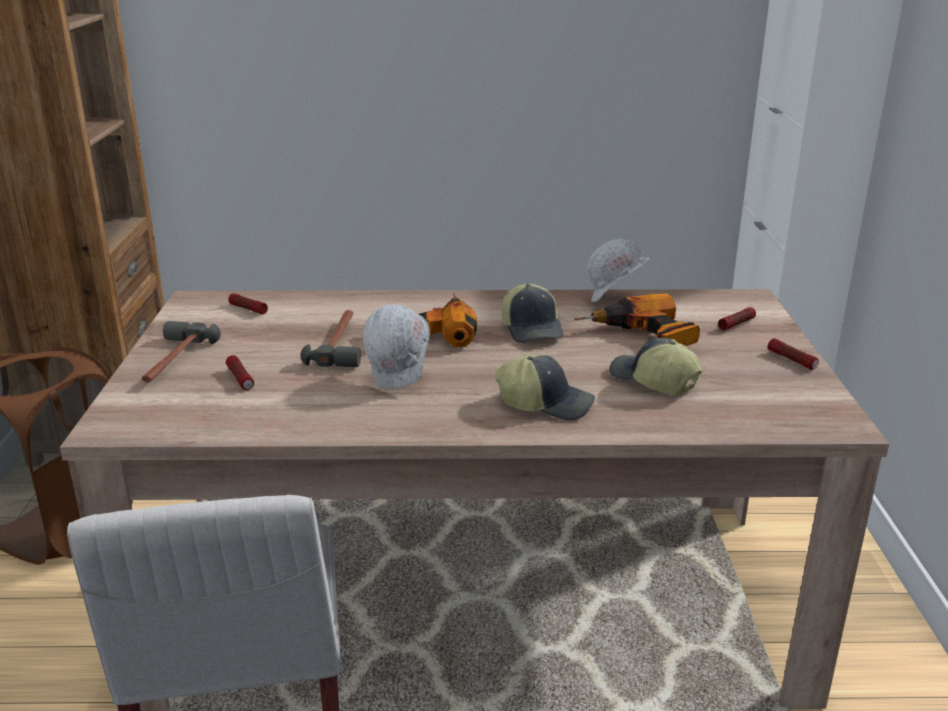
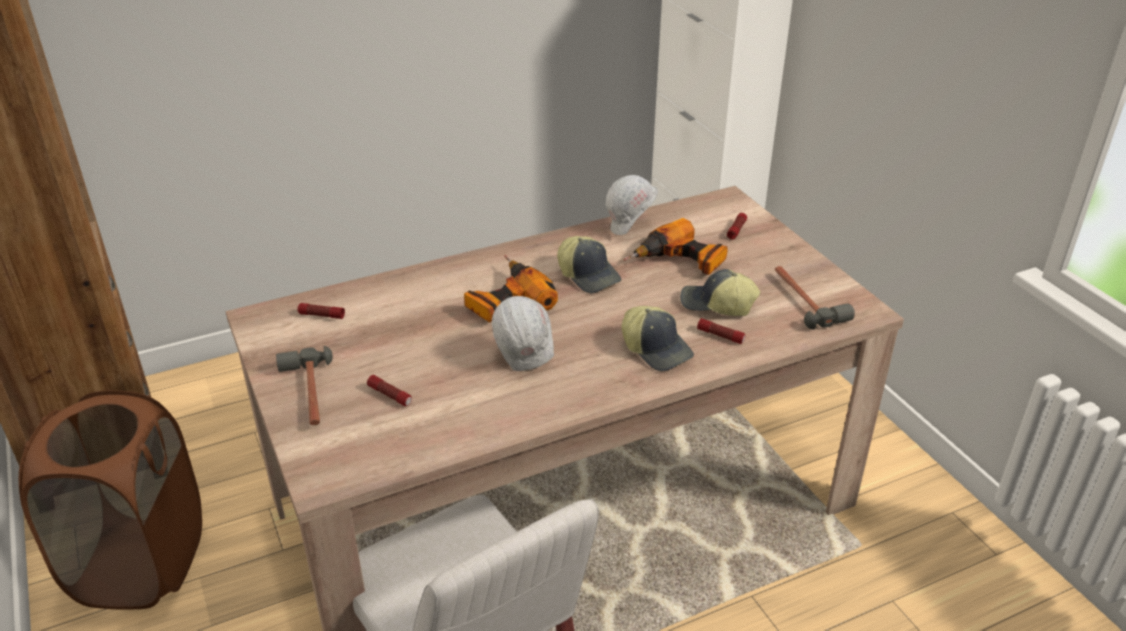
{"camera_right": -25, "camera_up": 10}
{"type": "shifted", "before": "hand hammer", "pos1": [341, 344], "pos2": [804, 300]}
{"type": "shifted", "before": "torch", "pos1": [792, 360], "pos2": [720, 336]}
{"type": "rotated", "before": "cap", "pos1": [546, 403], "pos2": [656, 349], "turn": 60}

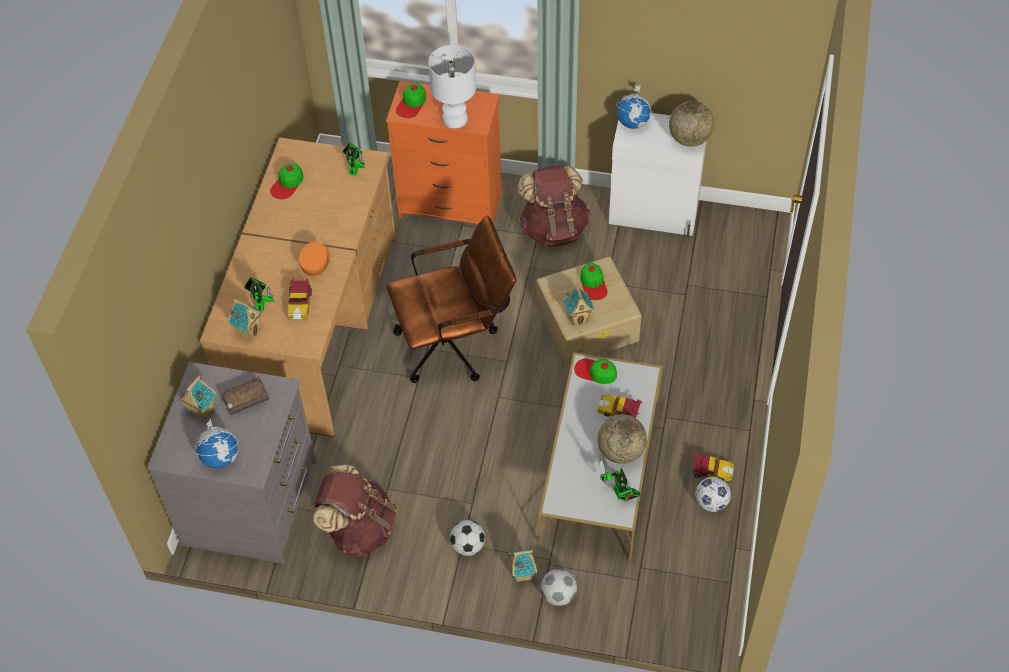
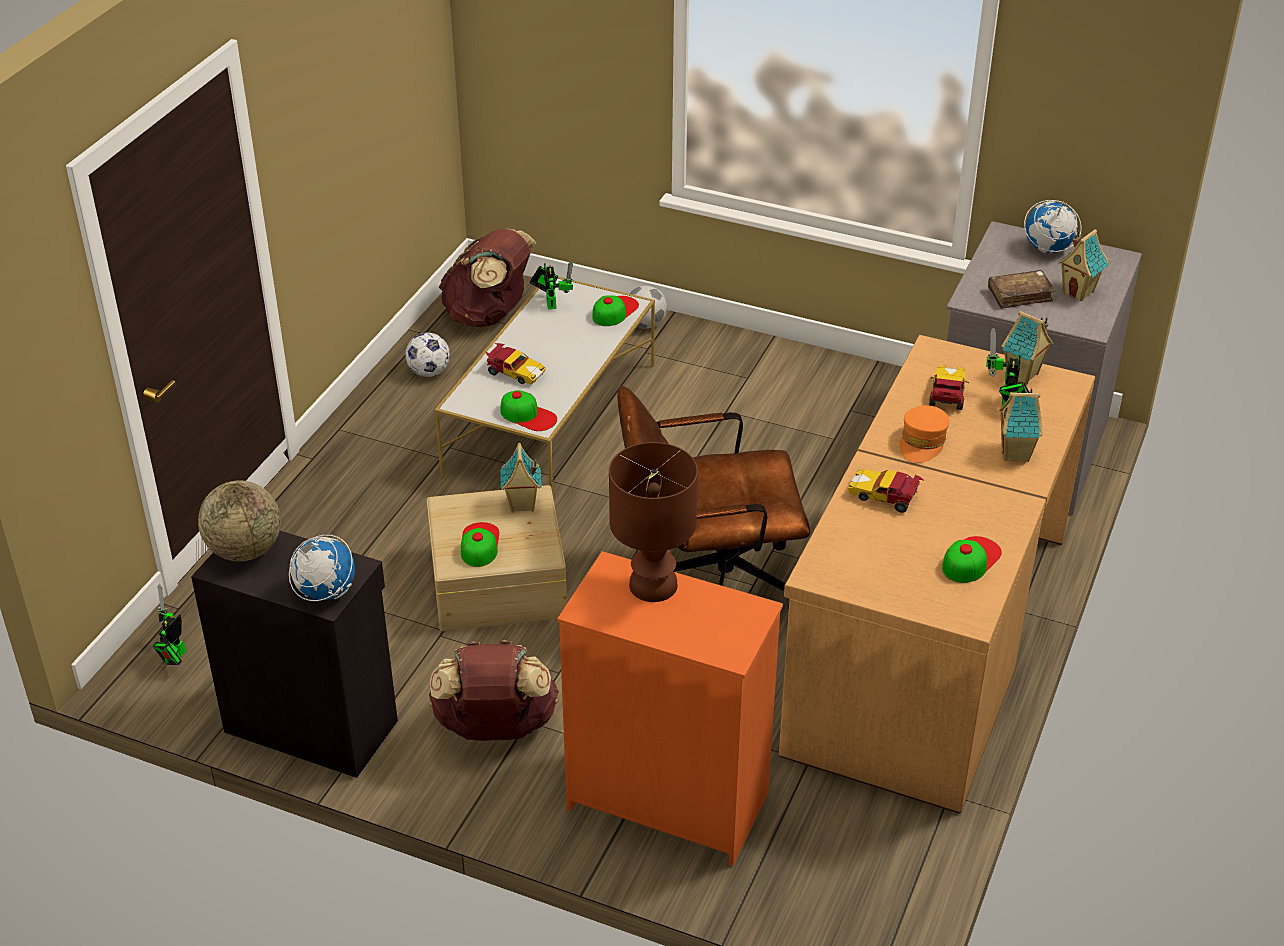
{"camera_right": -170, "camera_up": -15}
{"type": "gone", "before": "ball for football", "pos1": [468, 546]}
{"type": "gone", "before": "world globe", "pos1": [621, 451]}
{"type": "shifted", "before": "brown rucksack", "pos1": [359, 528], "pos2": [489, 315]}
{"type": "shifted", "before": "model robot", "pos1": [355, 168], "pos2": [174, 658]}
{"type": "shifted", "before": "cap", "pos1": [411, 103], "pos2": [614, 311]}
{"type": "shifted", "before": "miniature house", "pos1": [522, 573], "pos2": [1016, 453]}
{"type": "shifted", "before": "model car", "pos1": [710, 471], "pos2": [885, 496]}
{"type": "repainted", "before": "white table lamp", "after": "brown table lamp", "pos1": [455, 119], "pos2": [652, 585]}
{"type": "repainted", "before": "white cabinet", "after": "blackish cabinet", "pos1": [654, 214], "pos2": [311, 724]}

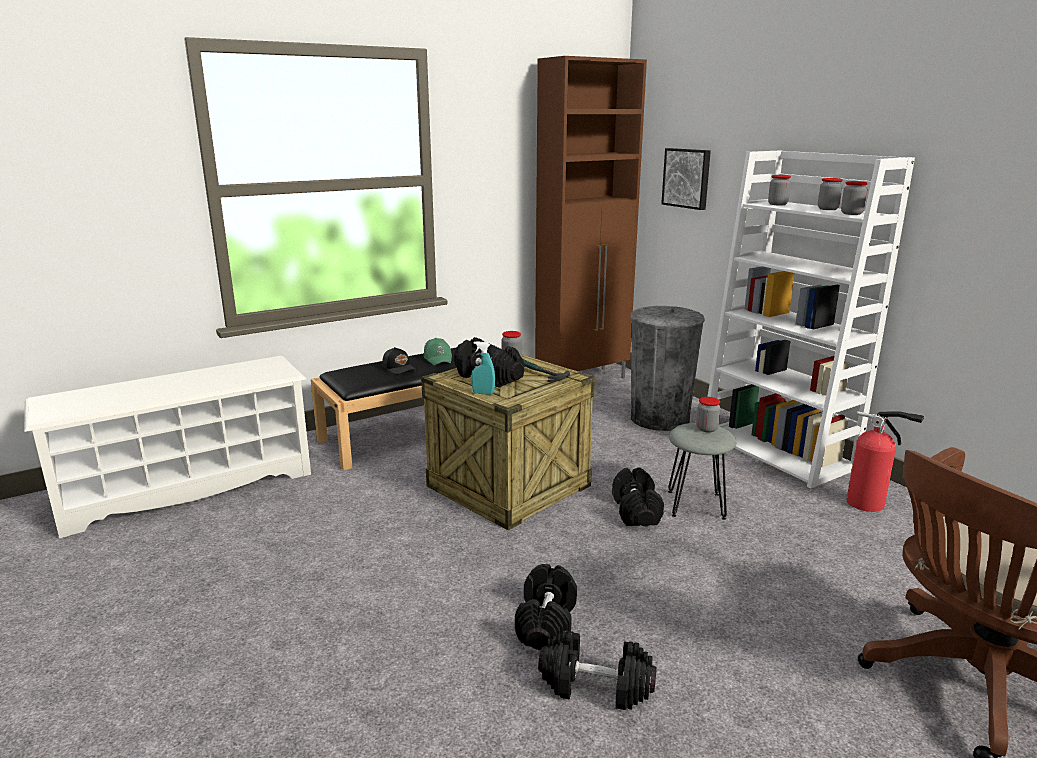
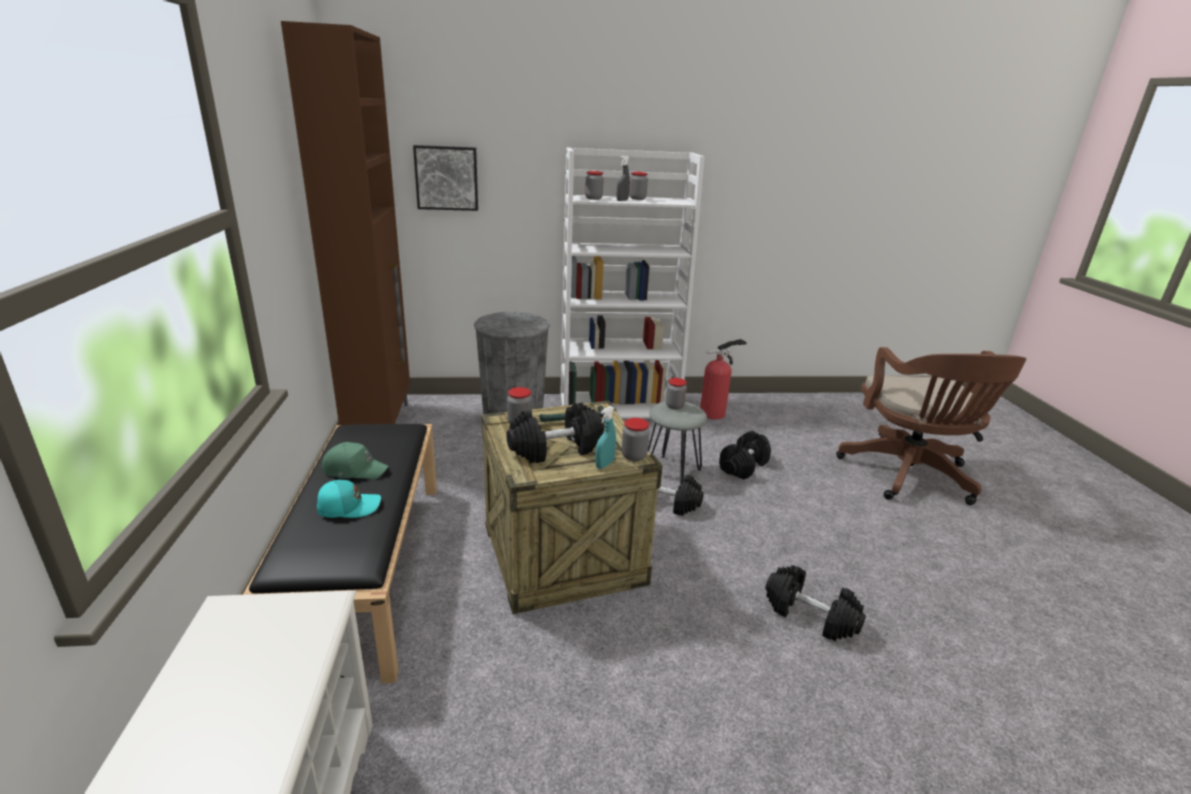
{"camera_right": -65, "camera_up": 5}
{"type": "new", "after": "gray spray bottle", "pos2": [622, 200]}
{"type": "shifted", "before": "blackish hand weight", "pos1": [595, 687], "pos2": [743, 466]}
{"type": "shifted", "before": "preserve jar", "pos1": [851, 213], "pos2": [634, 456]}
{"type": "repainted", "before": "blackish cap", "after": "blue-green cap", "pos1": [399, 368], "pos2": [348, 506]}

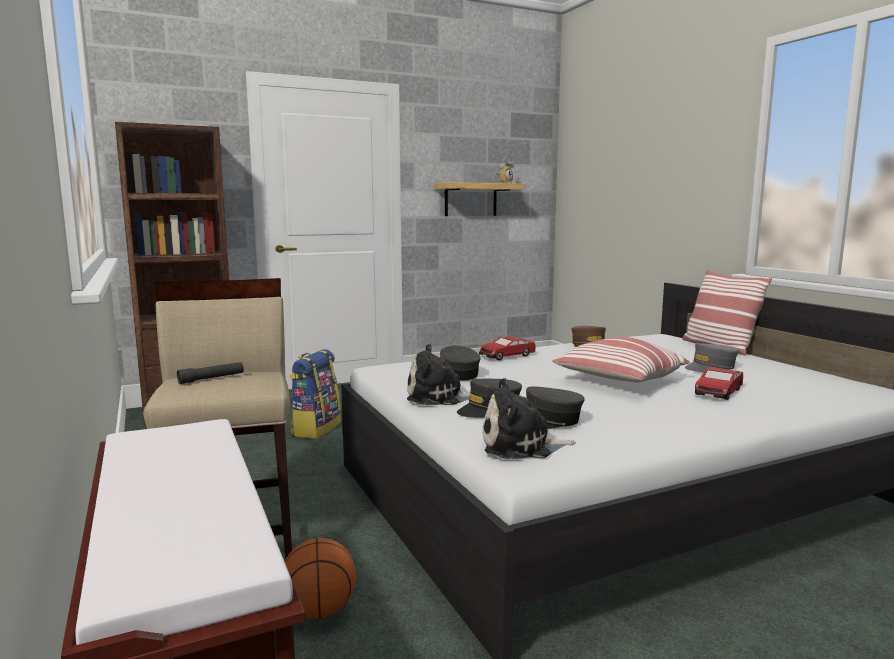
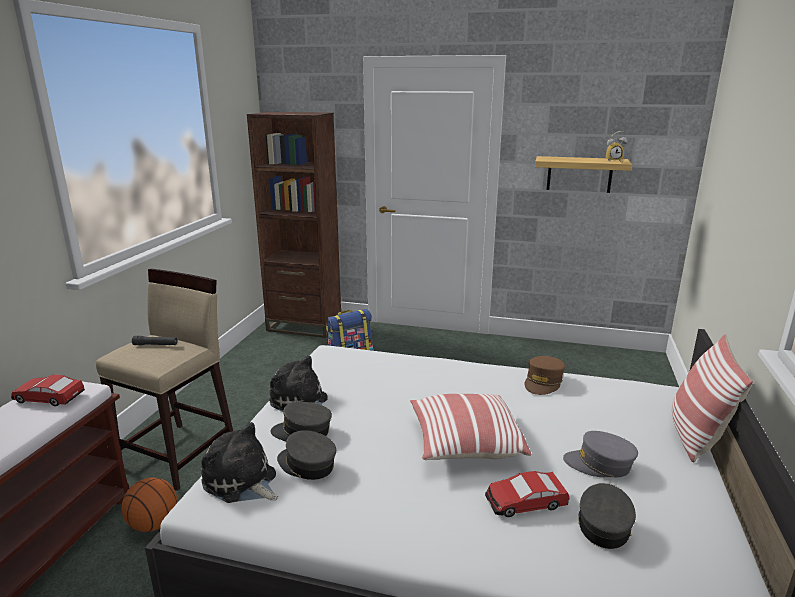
{"camera_right": 40, "camera_up": 10}
{"type": "shifted", "before": "gray cap", "pos1": [457, 374], "pos2": [603, 524]}
{"type": "shifted", "before": "model car", "pos1": [506, 355], "pos2": [48, 398]}

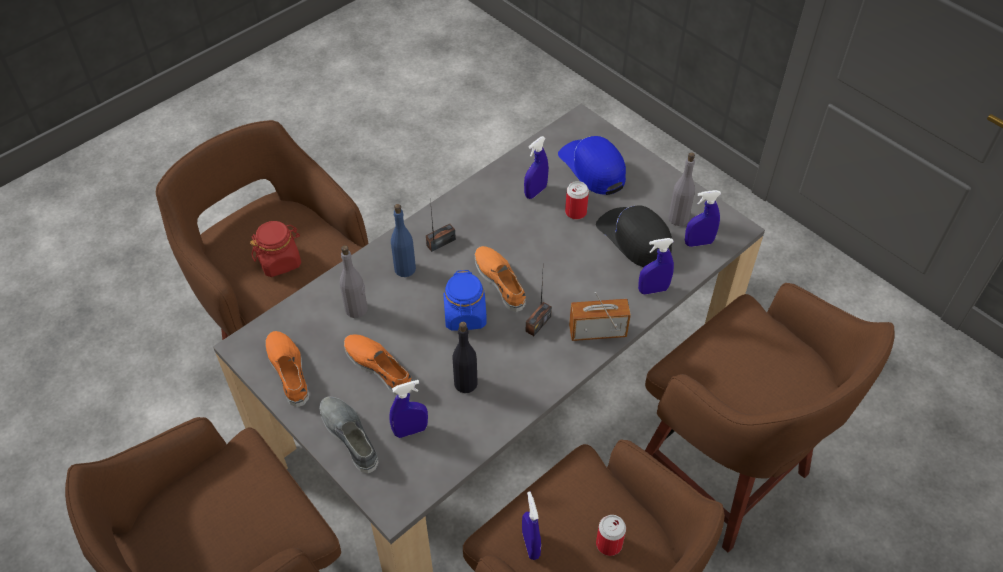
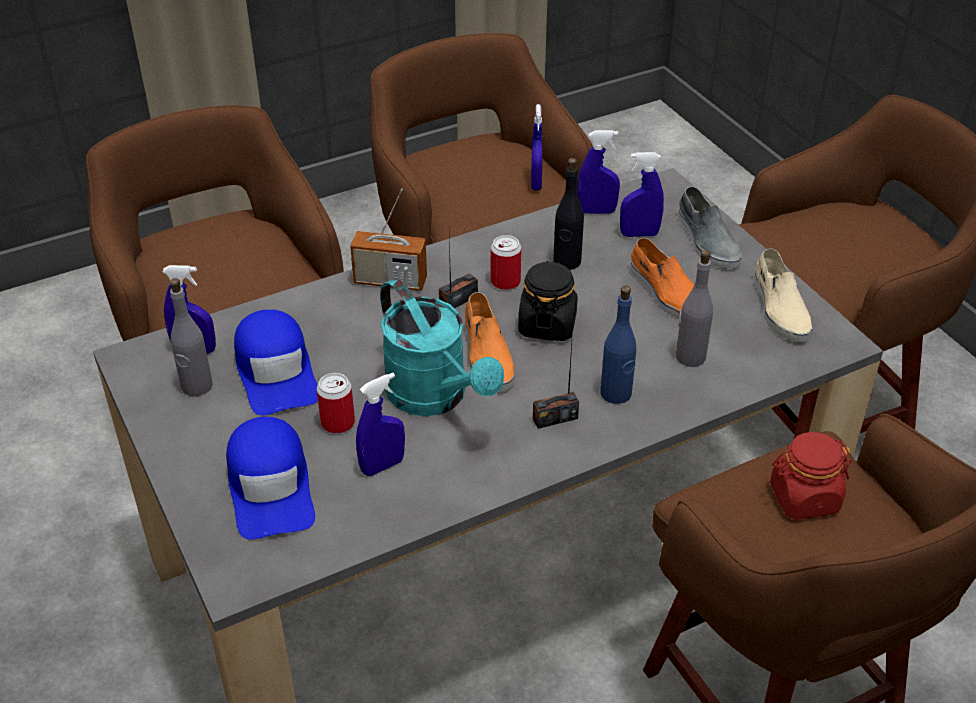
{"camera_right": -165, "camera_up": -10}
{"type": "new", "after": "blue-green watering can", "pos2": [436, 397]}
{"type": "shifted", "before": "metal can", "pos1": [609, 544], "pos2": [505, 282]}
{"type": "shifted", "before": "bluish spray bottle", "pos1": [653, 290], "pos2": [596, 211]}
{"type": "repainted", "before": "orange low shoe", "after": "beige low shoe", "pos1": [289, 370], "pos2": [779, 308]}
{"type": "repainted", "before": "bluish preserve jar", "after": "blackish preserve jar", "pos1": [465, 316], "pos2": [547, 325]}
{"type": "repainted", "before": "blackish cap", "after": "bluish cap", "pos1": [635, 238], "pos2": [276, 371]}

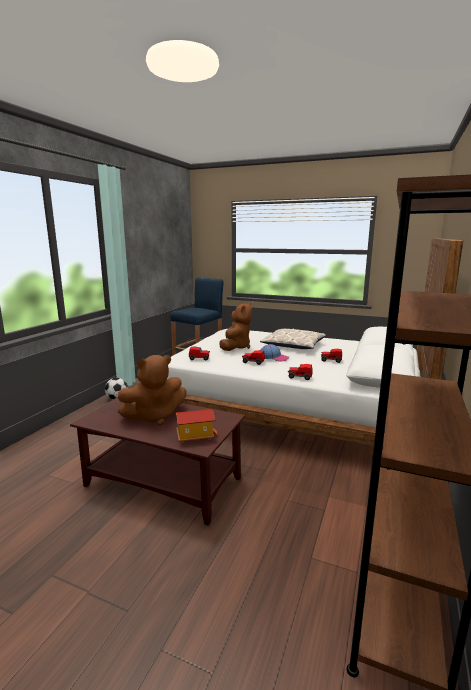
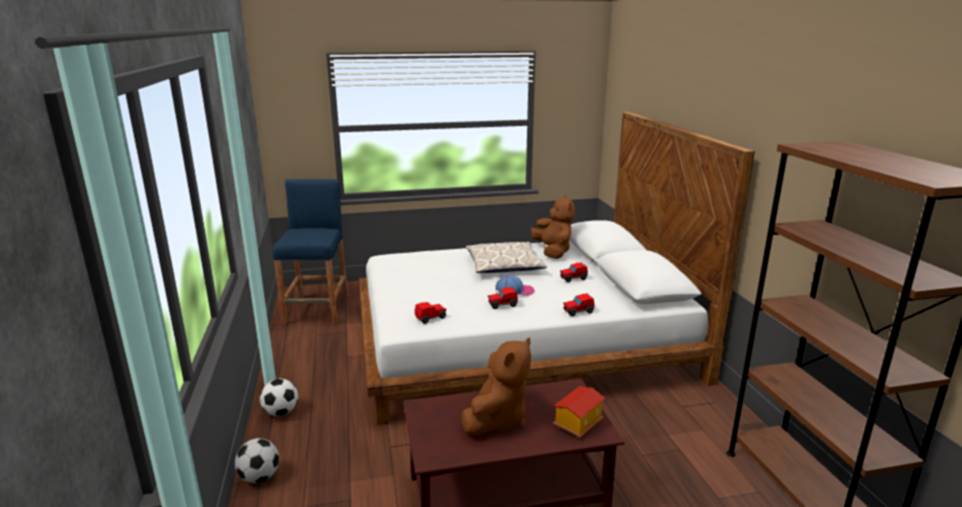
{"camera_right": -35, "camera_up": 5}
{"type": "new", "after": "ball for football", "pos2": [259, 477]}
{"type": "shifted", "before": "brown cuddly toy", "pos1": [236, 347], "pos2": [553, 251]}

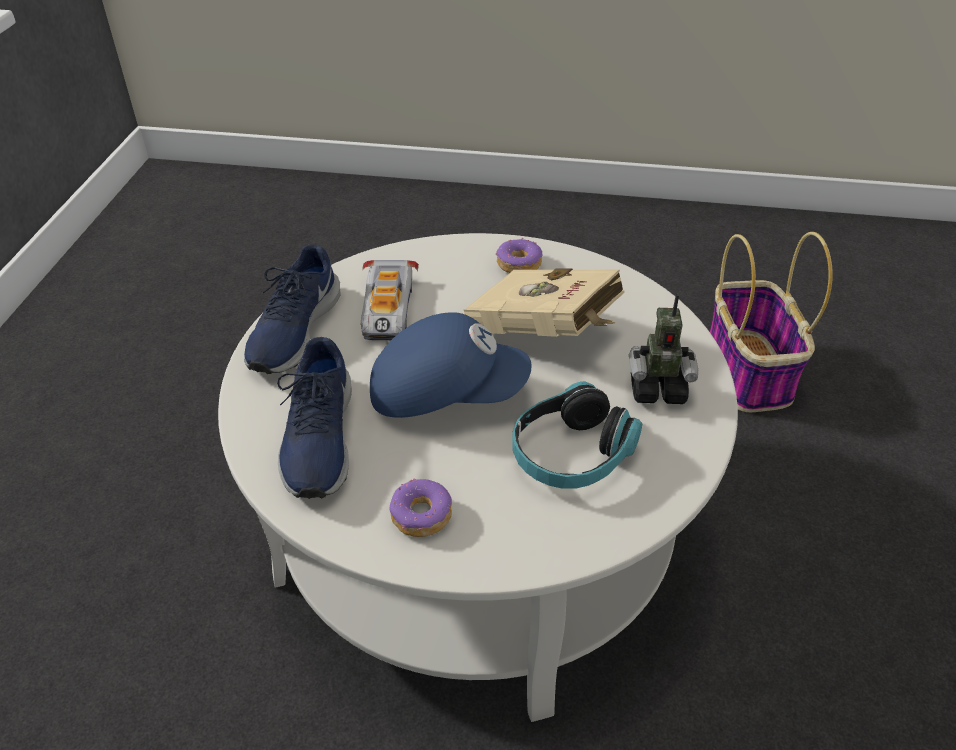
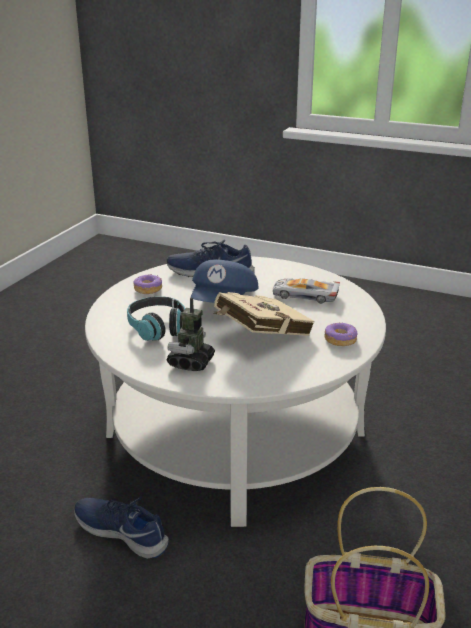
{"camera_right": 105, "camera_up": -15}
{"type": "shifted", "before": "bluish low shoe", "pos1": [293, 330], "pos2": [122, 531]}

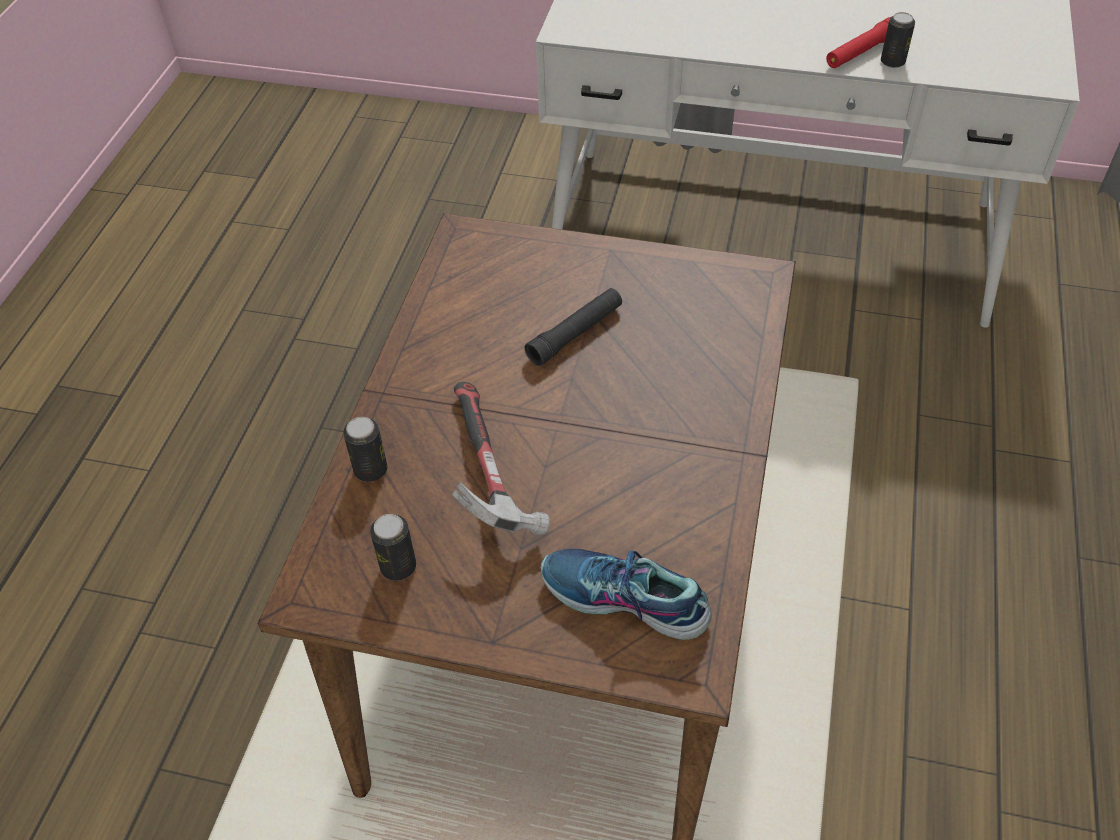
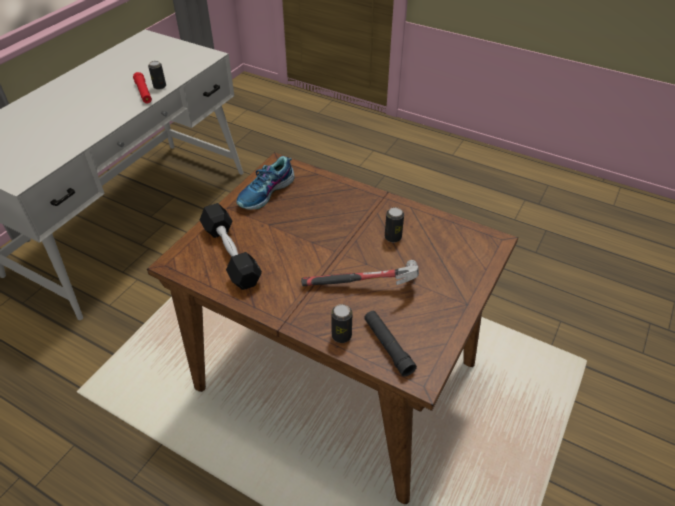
{"camera_right": -75, "camera_up": -5}
{"type": "new", "after": "blackish hand weight", "pos2": [231, 254]}
{"type": "shifted", "before": "metal can", "pos1": [398, 566], "pos2": [393, 237]}
{"type": "shifted", "before": "blackish torch", "pos1": [575, 334], "pos2": [388, 346]}
{"type": "shifted", "before": "low shoe", "pos1": [624, 601], "pos2": [266, 193]}

